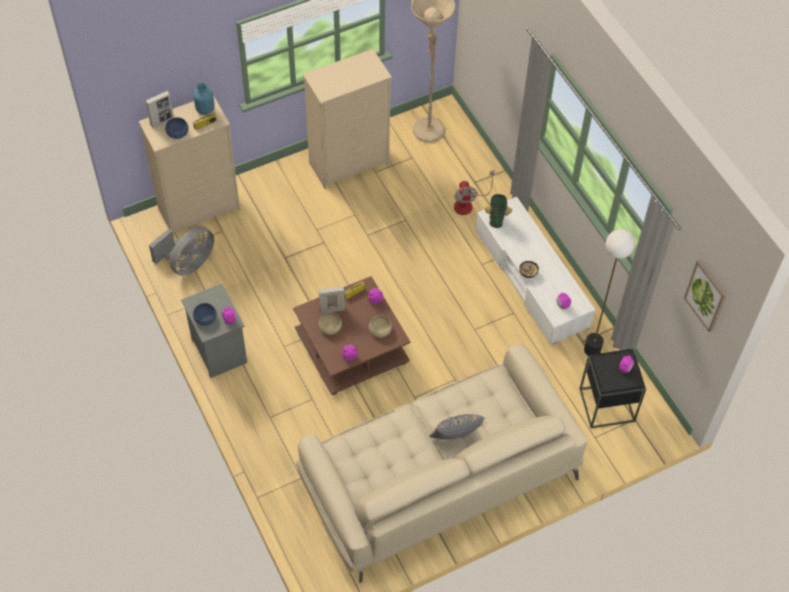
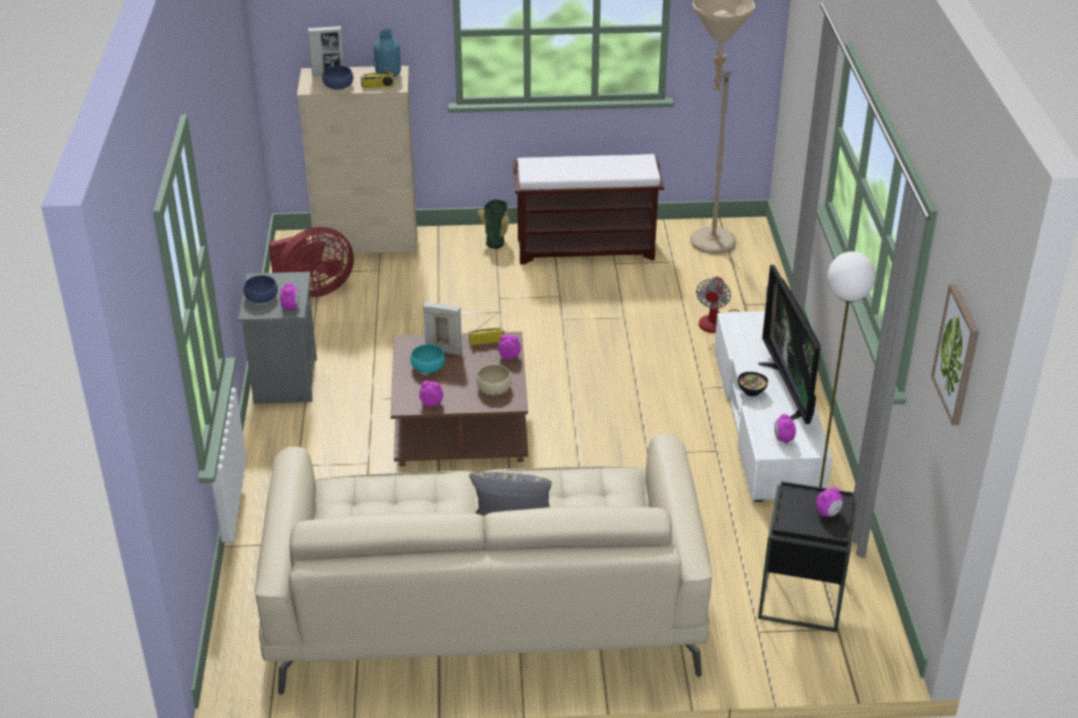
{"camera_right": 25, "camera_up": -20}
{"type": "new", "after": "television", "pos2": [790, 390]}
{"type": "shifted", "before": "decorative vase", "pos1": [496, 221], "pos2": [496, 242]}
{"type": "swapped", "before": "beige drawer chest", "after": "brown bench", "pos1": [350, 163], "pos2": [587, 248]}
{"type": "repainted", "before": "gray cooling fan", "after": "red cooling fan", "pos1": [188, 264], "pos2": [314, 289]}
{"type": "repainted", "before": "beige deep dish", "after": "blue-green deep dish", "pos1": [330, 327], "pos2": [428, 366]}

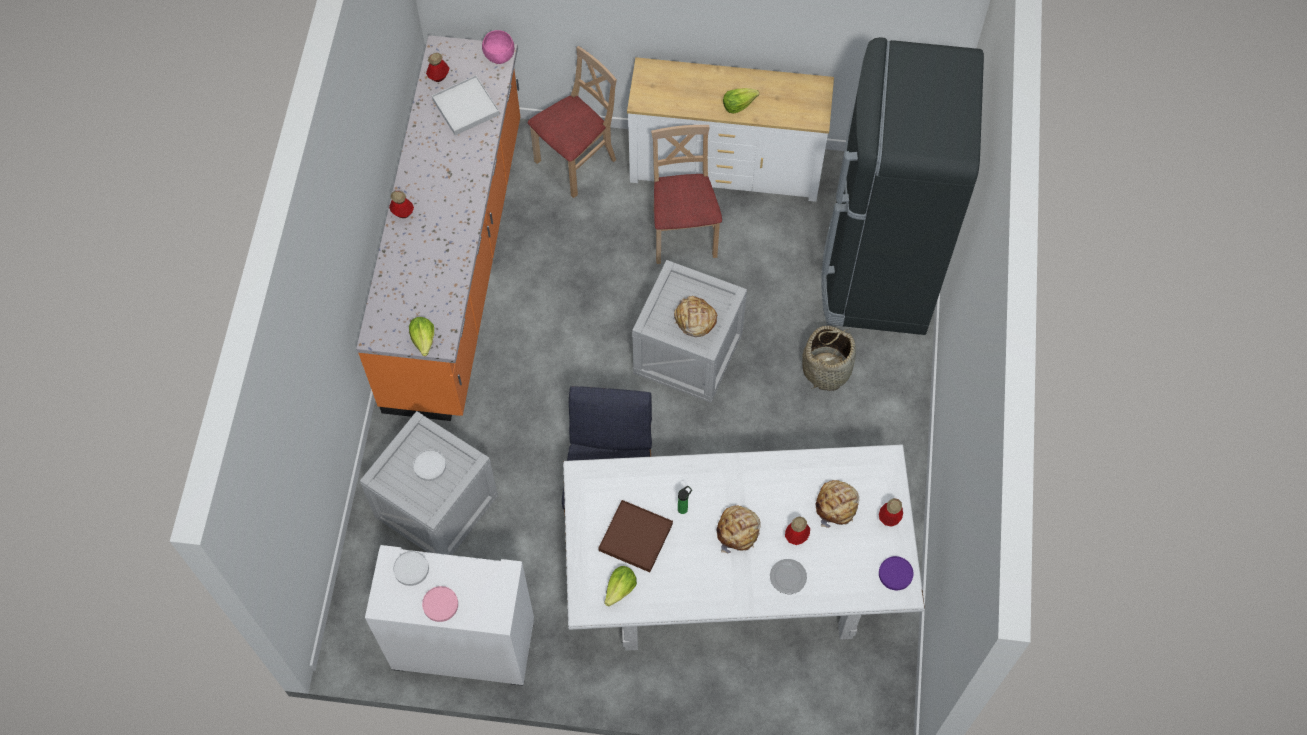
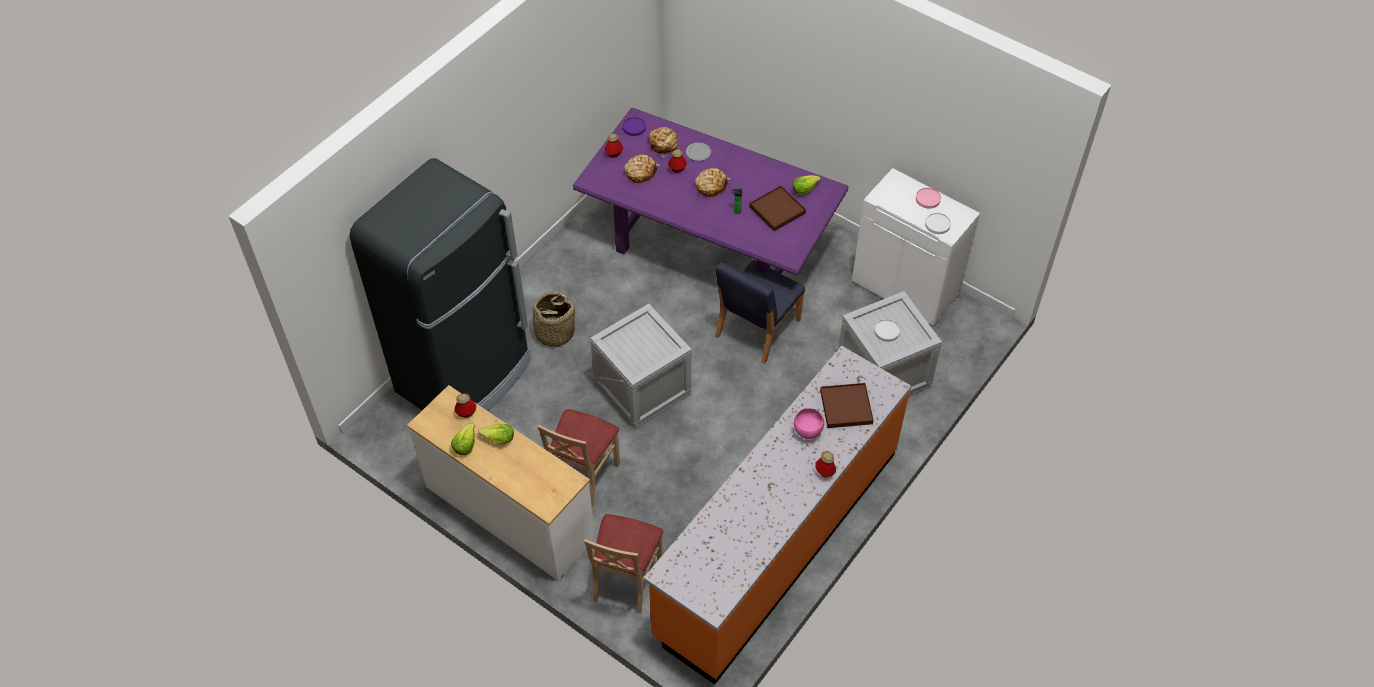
{"camera_right": -150, "camera_up": -10}
{"type": "gone", "before": "white carrying tray", "pos1": [465, 107]}
{"type": "new", "after": "brown carrying tray", "pos2": [846, 407]}
{"type": "shifted", "before": "lettuce", "pos1": [424, 340], "pos2": [465, 444]}
{"type": "shifted", "before": "drink bottle", "pos1": [438, 76], "pos2": [466, 412]}
{"type": "shifted", "before": "pink-coloured deep dish", "pos1": [499, 56], "pos2": [808, 431]}
{"type": "shifted", "before": "bakery bread", "pos1": [694, 320], "pos2": [664, 145]}
{"type": "repainted", "before": "white dining table", "after": "purplish dining table", "pos1": [732, 578], "pos2": [710, 246]}
{"type": "rotated", "before": "beige upright chair", "pos1": [576, 162], "pos2": [626, 580], "turn": -60}

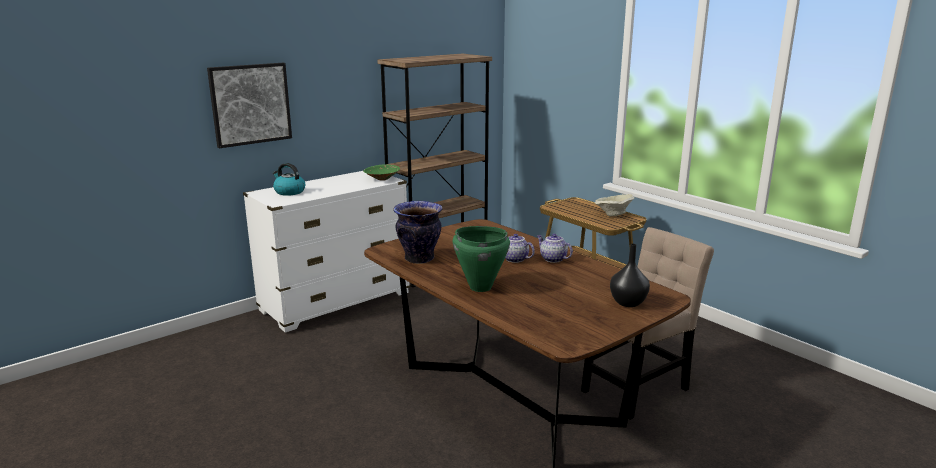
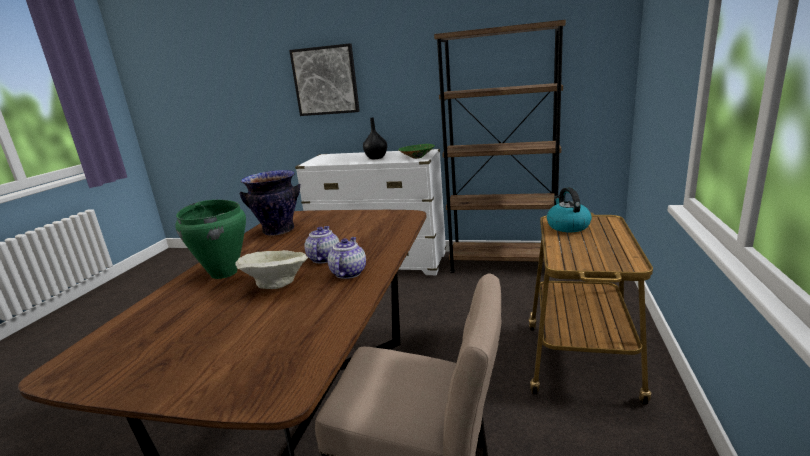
{"camera_right": 55, "camera_up": 0}
{"type": "shifted", "before": "kettle", "pos1": [289, 192], "pos2": [567, 226]}
{"type": "shifted", "before": "beige deep dish", "pos1": [613, 215], "pos2": [277, 285]}
{"type": "shifted", "before": "blackish decorative vase", "pos1": [629, 303], "pos2": [376, 158]}

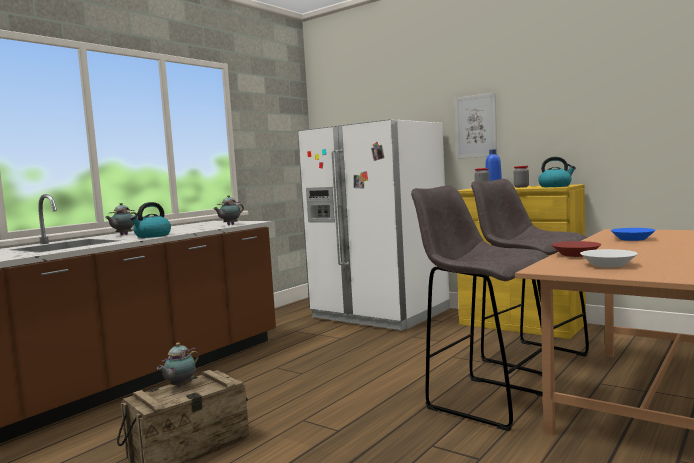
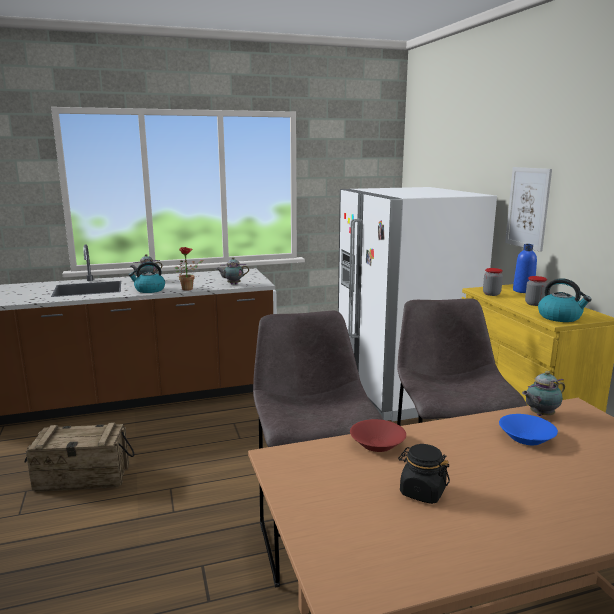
{"camera_right": 35, "camera_up": 10}
{"type": "gone", "before": "white deep dish", "pos1": [609, 265]}
{"type": "new", "after": "houseplant", "pos2": [189, 288]}
{"type": "new", "after": "blackish preserve jar", "pos2": [422, 492]}
{"type": "shifted", "before": "pot for tea", "pos1": [180, 386], "pos2": [540, 415]}

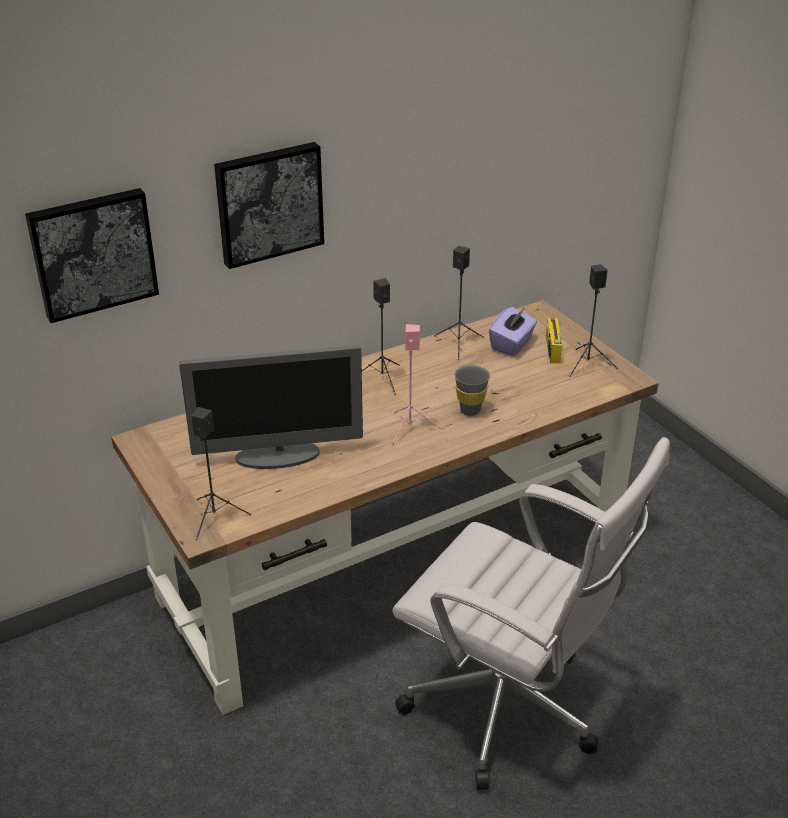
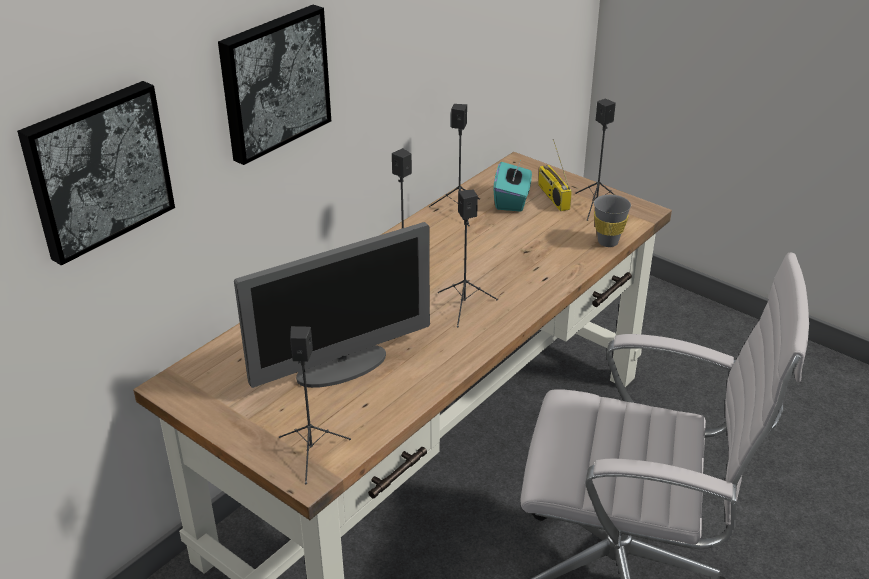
{"camera_right": -20, "camera_up": 0}
{"type": "shifted", "before": "gray small cup", "pos1": [470, 410], "pos2": [608, 242]}
{"type": "repainted", "before": "pink-coloured speaker", "after": "blackish speaker", "pos1": [409, 429], "pos2": [464, 306]}
{"type": "repainted", "before": "purplish tissue holder", "after": "blue-green tissue holder", "pos1": [512, 344], "pos2": [512, 200]}

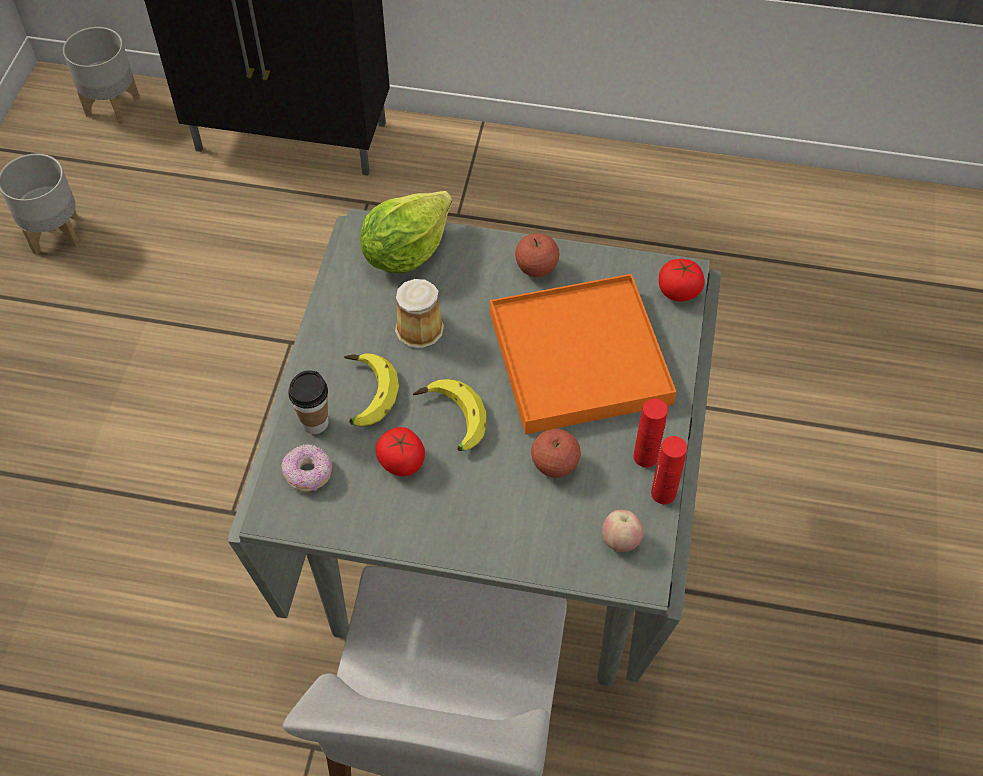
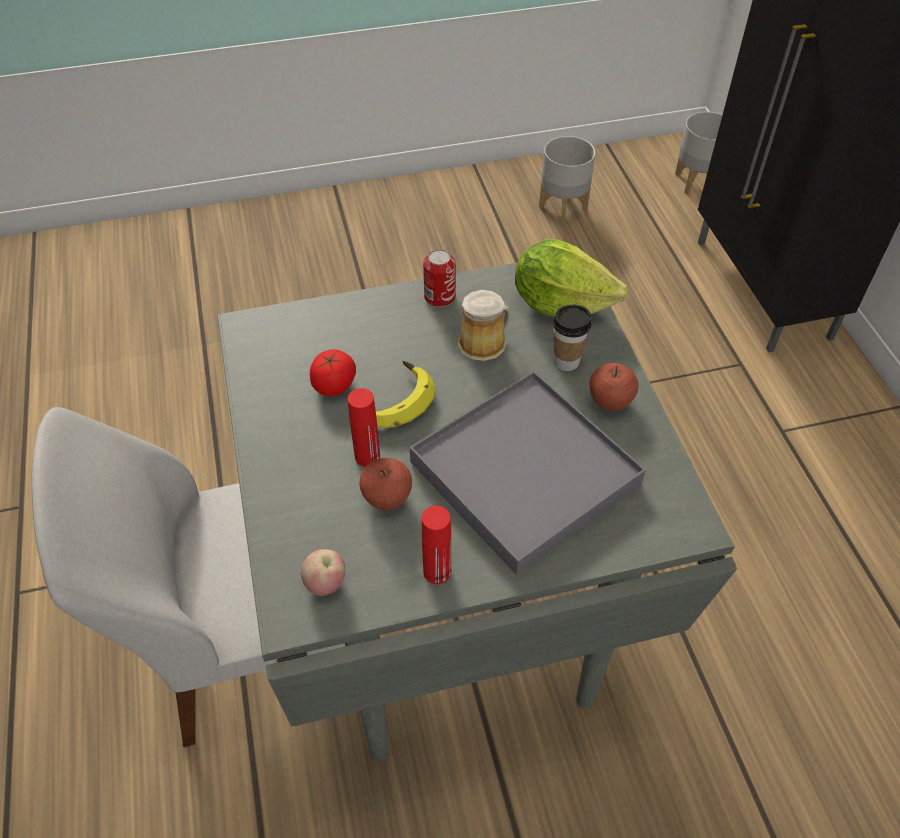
{"camera_right": 65, "camera_up": -5}
{"type": "gone", "before": "doughnut", "pos1": [308, 474]}
{"type": "gone", "before": "whole banana", "pos1": [364, 394]}
{"type": "gone", "before": "tomato", "pos1": [679, 291]}
{"type": "new", "after": "metal can", "pos2": [439, 297]}
{"type": "shifted", "before": "small cup", "pos1": [315, 423], "pos2": [566, 361]}
{"type": "shifted", "before": "red drink bottle", "pos1": [663, 493], "pos2": [367, 456]}
{"type": "repainted", "before": "orange carrying tray", "after": "gray carrying tray", "pos1": [578, 358], "pos2": [524, 472]}

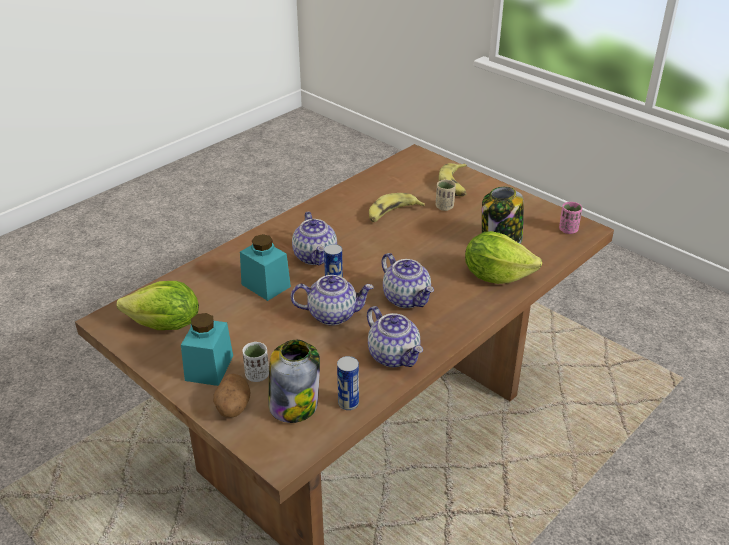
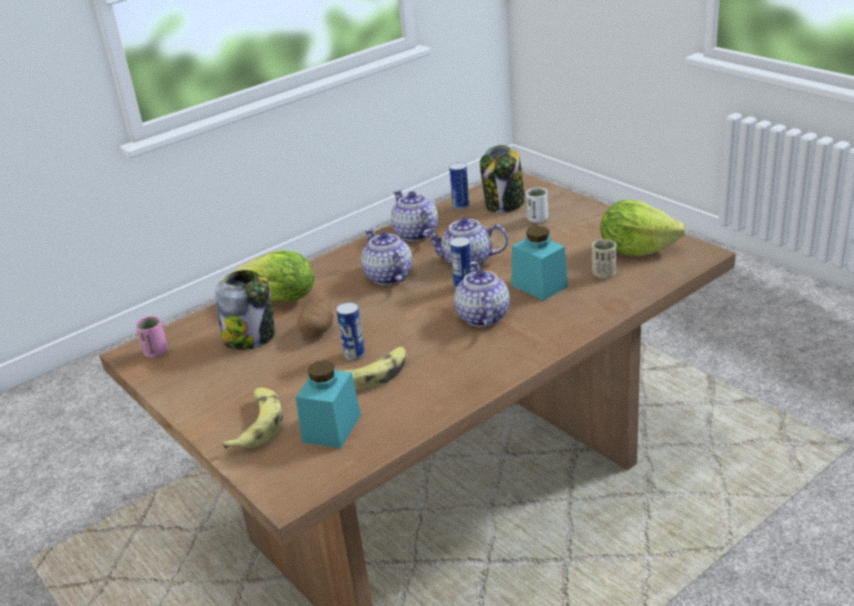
{"camera_right": -170, "camera_up": -5}
{"type": "new", "after": "metal can", "pos2": [354, 355]}
{"type": "shifted", "before": "blue-green preserve jar", "pos1": [209, 368], "pos2": [331, 428]}
{"type": "shifted", "before": "potato", "pos1": [233, 408], "pos2": [318, 330]}
{"type": "shifted", "before": "beige small cup", "pos1": [444, 207], "pos2": [604, 274]}

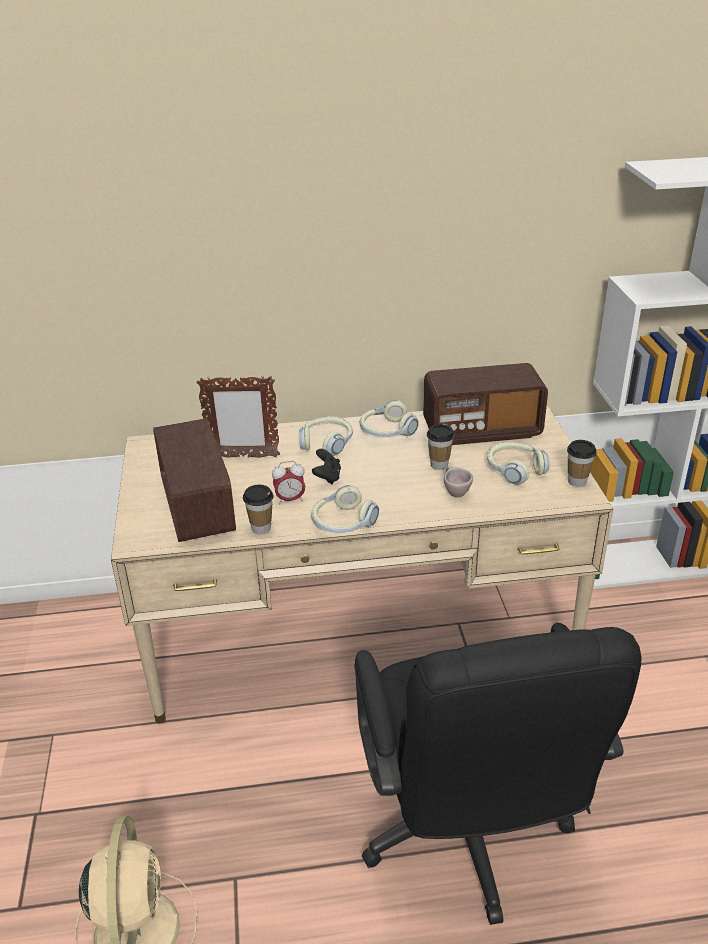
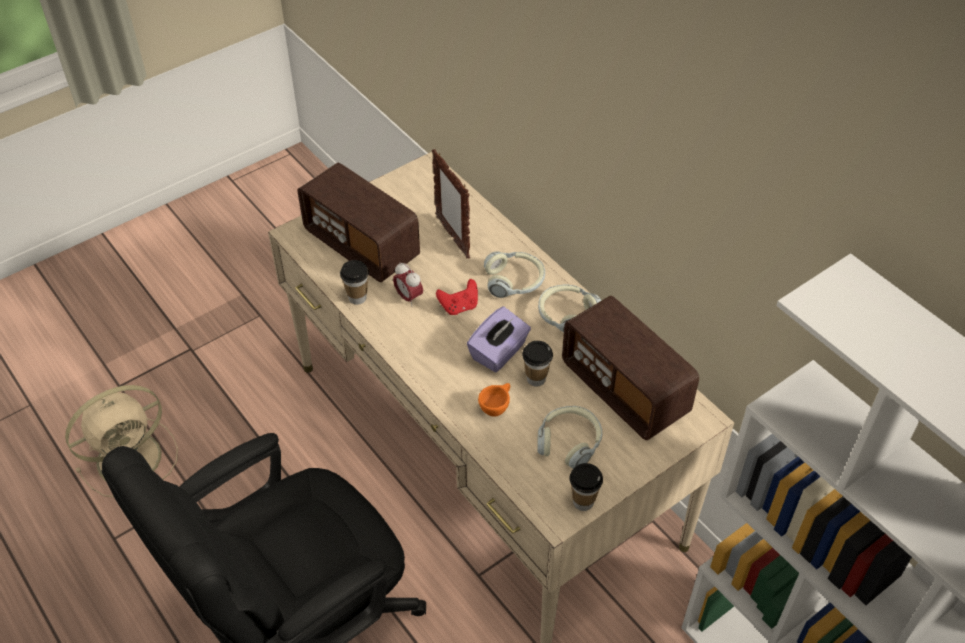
{"camera_right": 60, "camera_up": 15}
{"type": "gone", "before": "headset", "pos1": [343, 523]}
{"type": "new", "after": "purplish tissue holder", "pos2": [499, 352]}
{"type": "repainted", "before": "blackish joypad", "after": "red joypad", "pos1": [327, 477], "pos2": [459, 307]}
{"type": "repainted", "before": "beige small cup", "after": "orange small cup", "pos1": [454, 492], "pos2": [496, 408]}
{"type": "rotated", "before": "radio", "pos1": [198, 507], "pos2": [362, 245], "turn": -90}

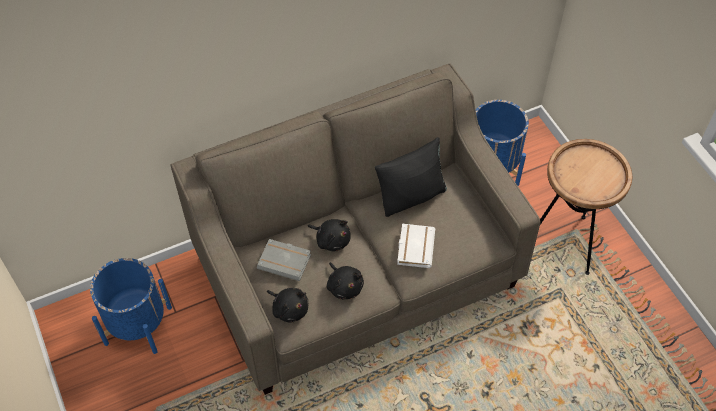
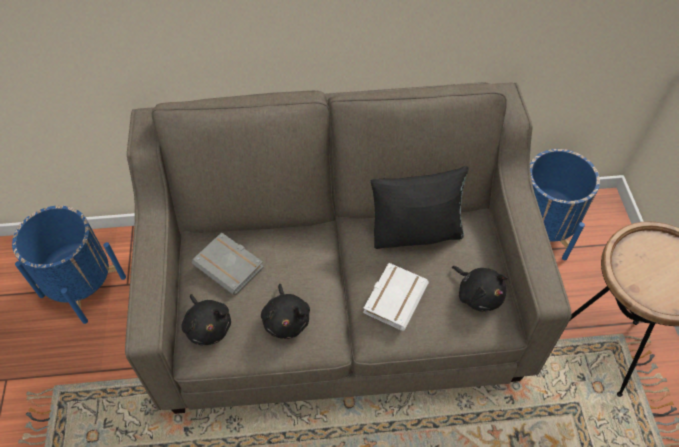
{"camera_right": 20, "camera_up": 0}
{"type": "shifted", "before": "blackish cuddly toy", "pos1": [331, 240], "pos2": [478, 294]}

